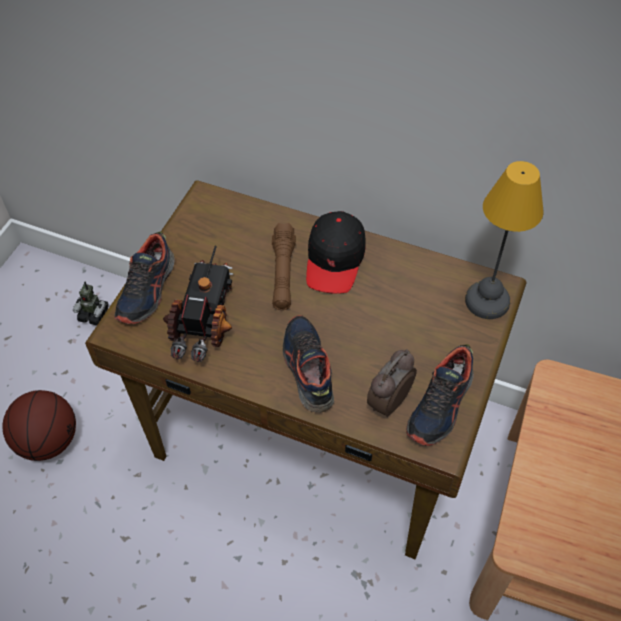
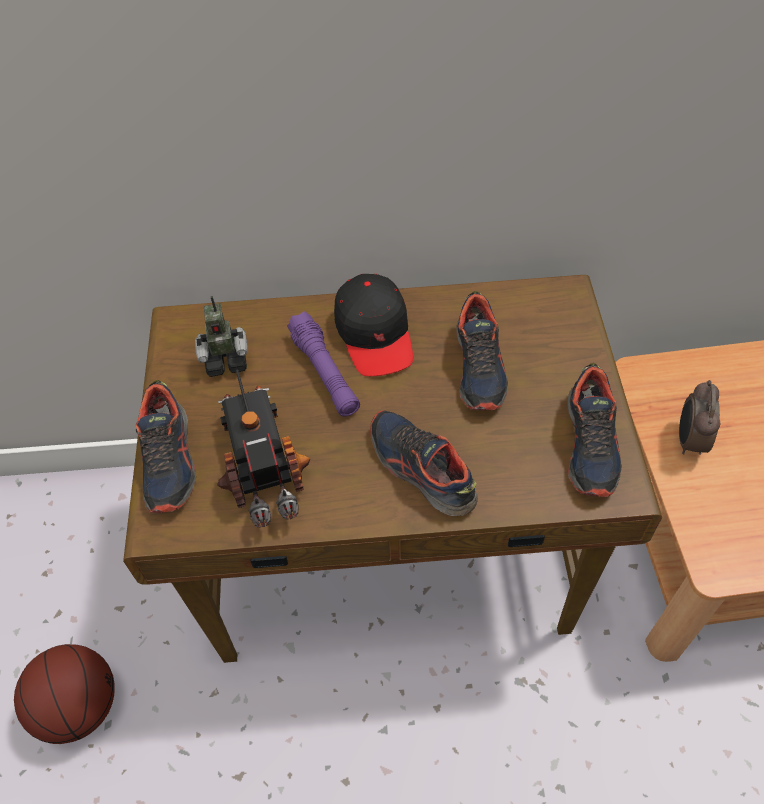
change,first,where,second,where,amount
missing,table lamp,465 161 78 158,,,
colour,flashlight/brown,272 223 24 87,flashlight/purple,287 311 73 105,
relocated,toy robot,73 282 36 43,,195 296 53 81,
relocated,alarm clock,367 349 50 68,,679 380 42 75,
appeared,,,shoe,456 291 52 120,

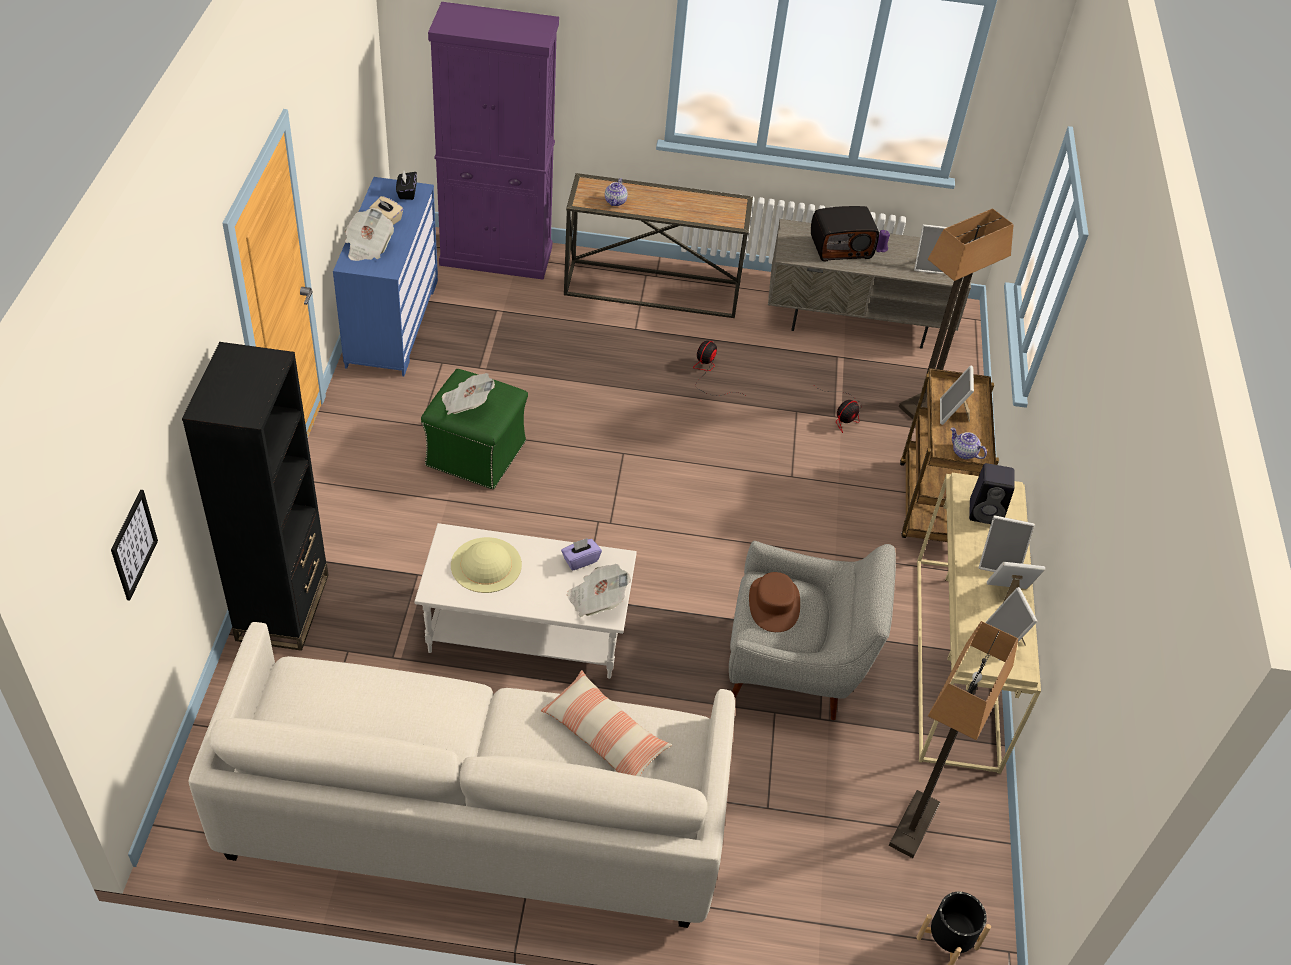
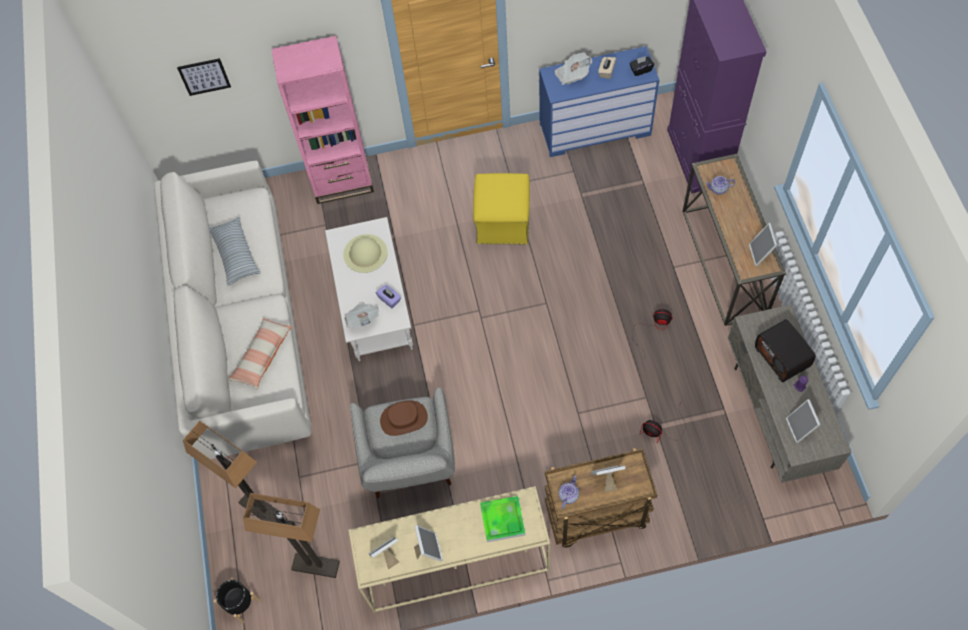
change,first,where,second,where,amount
relocated,floor lamp,899 208 114 211,,183 421 100 101,
colour,bookcase/black,182 342 147 309,bookcase/pink,271 36 103 168,
colour,ottoman/green,421 369 107 120,ottoman/yellow,473 173 57 71,
missing,newspaper,442 373 53 42,,,
exchanged,speaker/black,969 463 46 61,tray,480 496 46 46,
relocated,picture frame,979 515 56 57,,749 223 29 43,
appeared,,,pillow,209 217 52 68,

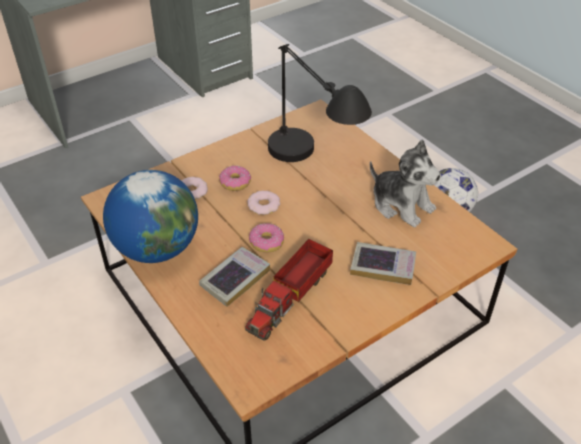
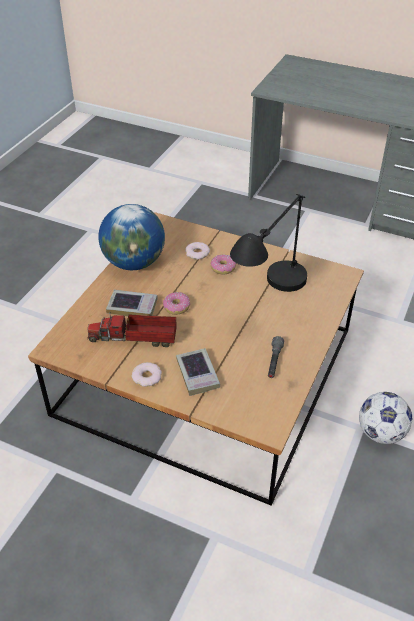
change,first,where,second,where,amount
exchanged,plush toy,370 140 71 87,flashlight/grey,268 336 16 42,
relocated,donut,247 191 34 24,,132 362 30 25,

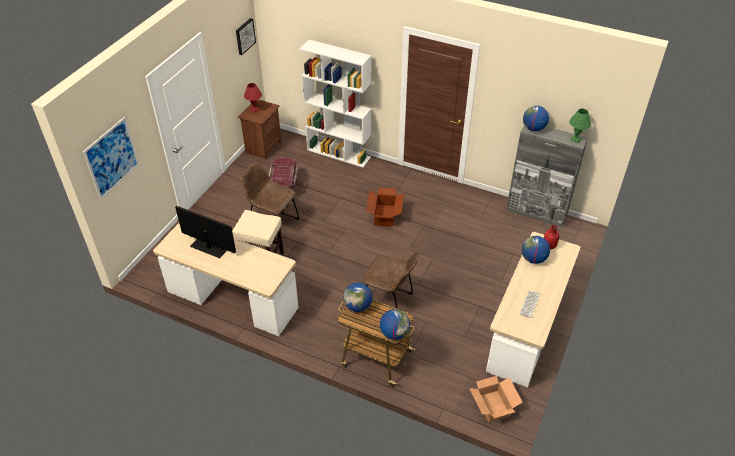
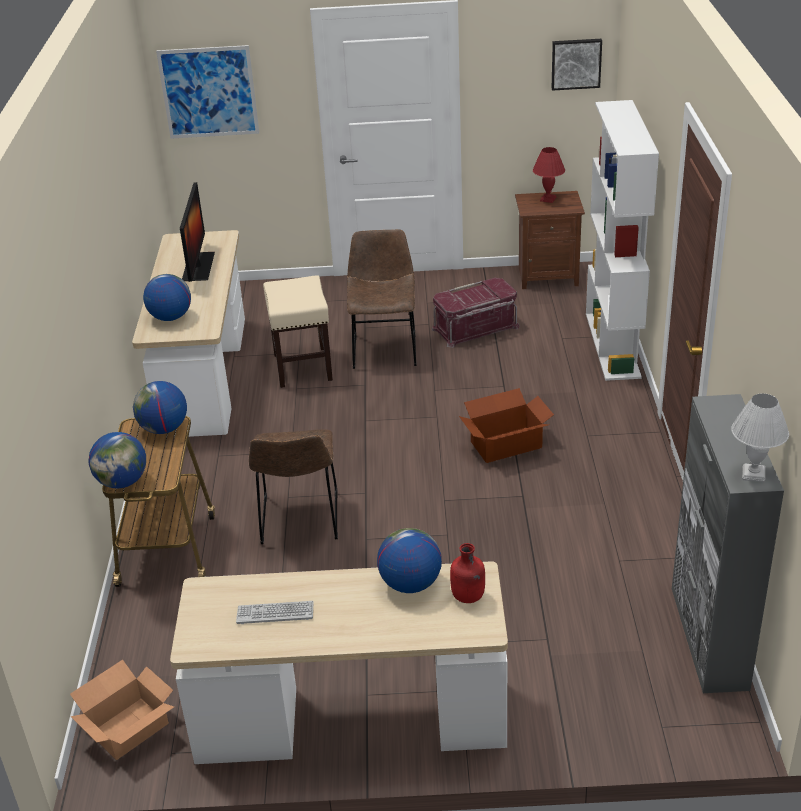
change,first,where,second,where,amount
relocated,globe,523 106 26 25,,143 274 48 47,
colour,table lamp/green,569 109 22 34,table lamp/white,731 393 58 89,

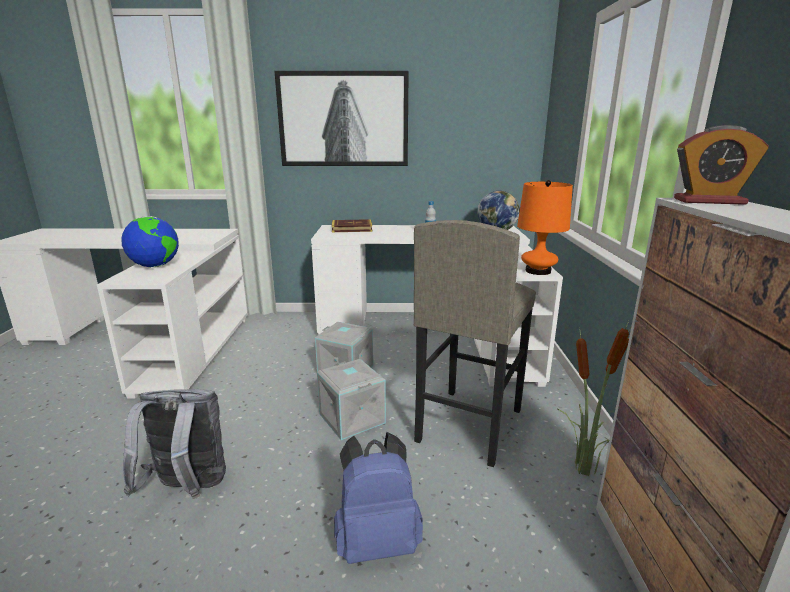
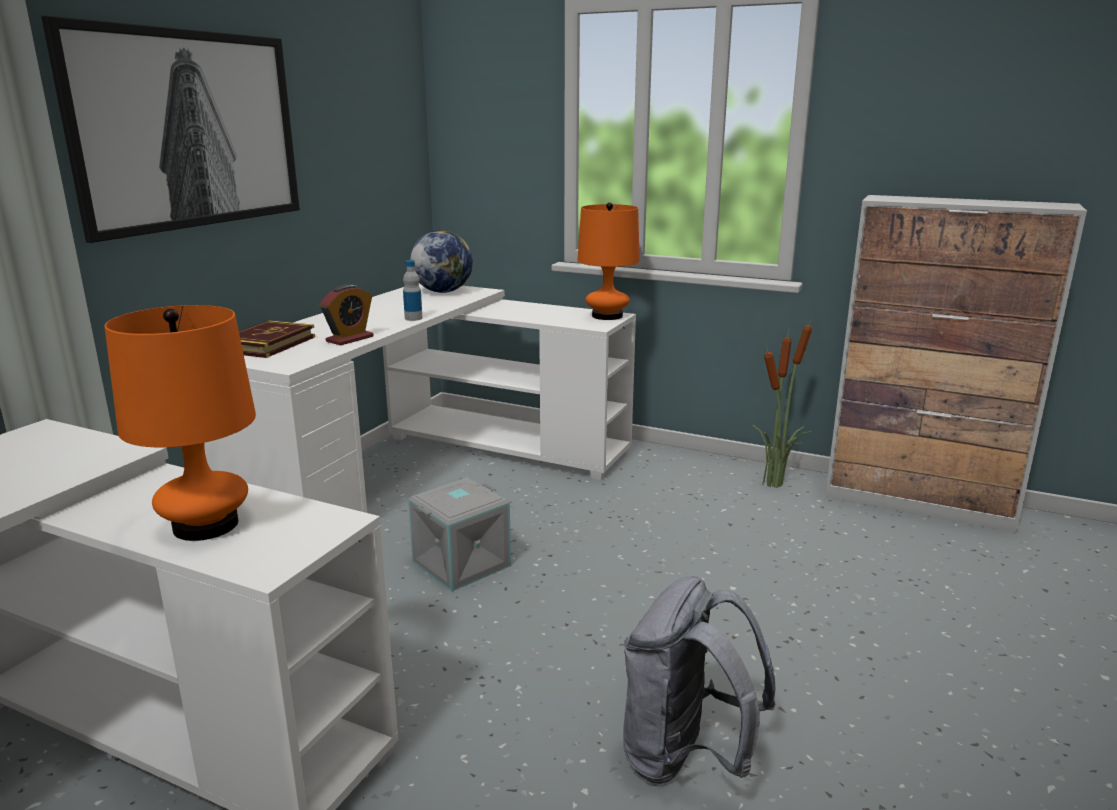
change,first,where,second,where,amount
relocated,alarm clock,674 125 95 80,,320 284 54 61,
exchanged,globe,122 216 57 51,table lamp/orange,104 305 152 236,
missing,stool/grey,414 220 122 247,,,
missing,storage box/grey,317 359 69 81,,,
missing,backpack/blue,334 432 89 132,,,

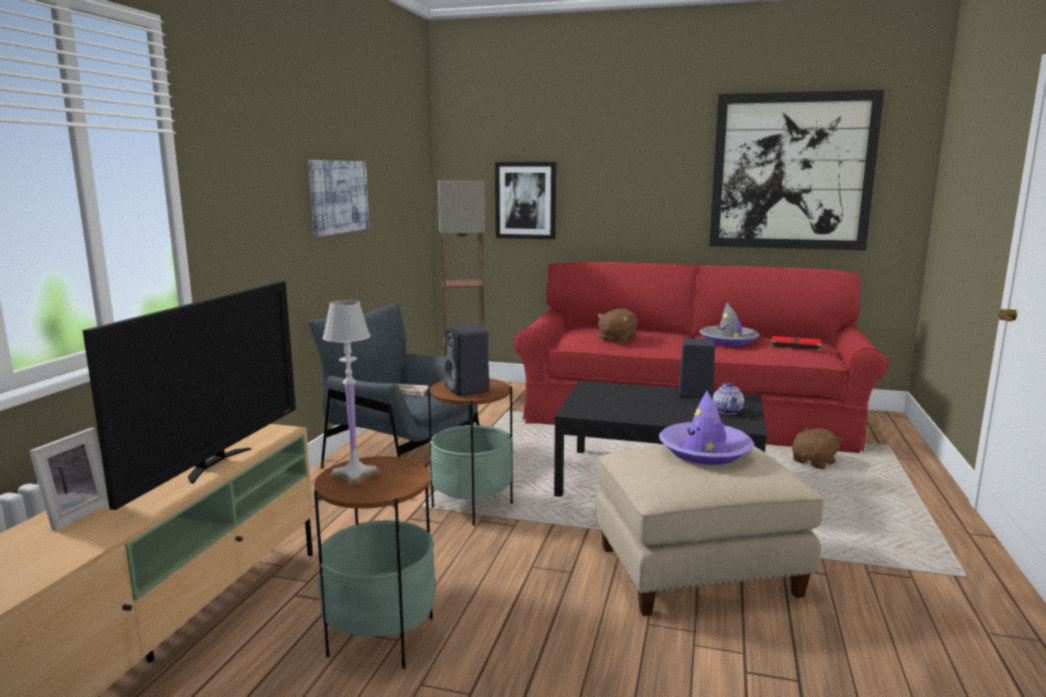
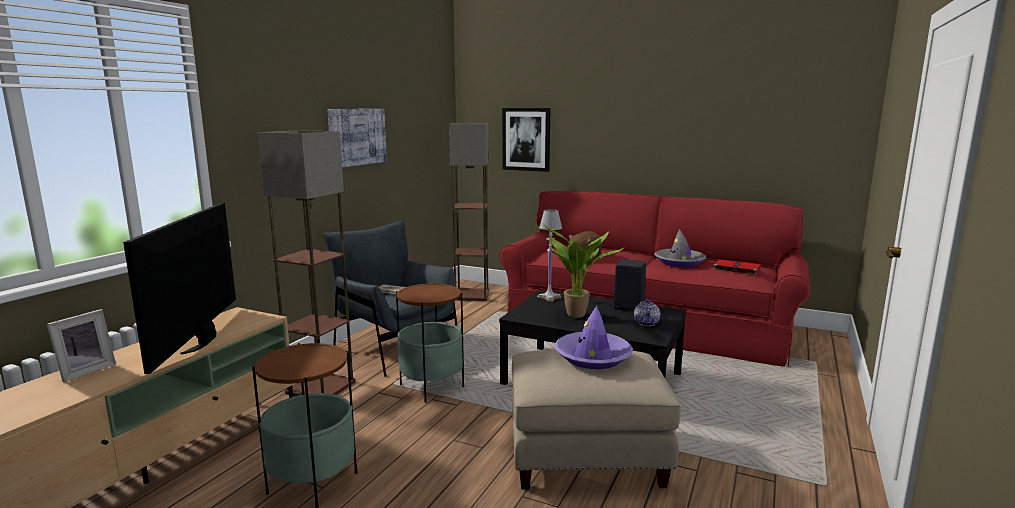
change,first,where,second,where,amount
missing,picture,709 90 175 160,,,
spun,television,83 281 213 229,,123 203 113 171,150 degrees clockwise
relocated,table lamp/white,323 300 56 186,,537 209 25 93,
missing,speaker/black,443 325 46 71,,,
missing,plush toy/brown,792 427 50 42,,,
appeared,,,floor lamp,258 130 97 266,
appeared,,,potted plant,543 224 80 94,

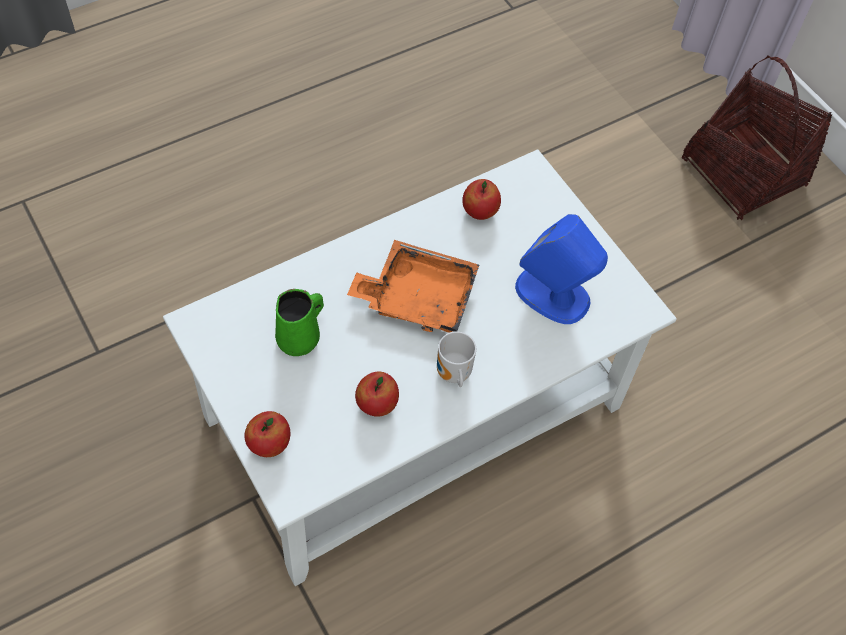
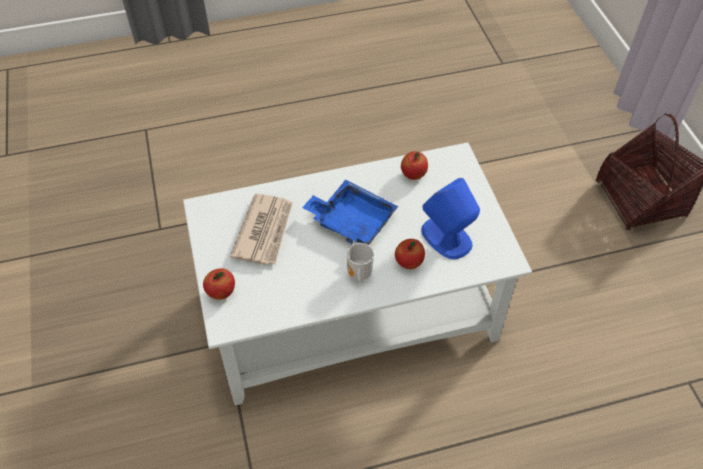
change,first,where,second,where,amount
colour,tray/orange,347 240 132 93,tray/blue,302 180 96 65,
exchanged,mug/green,275 289 49 68,newspaper,230 194 63 71,
relocated,apple,355 372 44 45,,395 239 30 30,

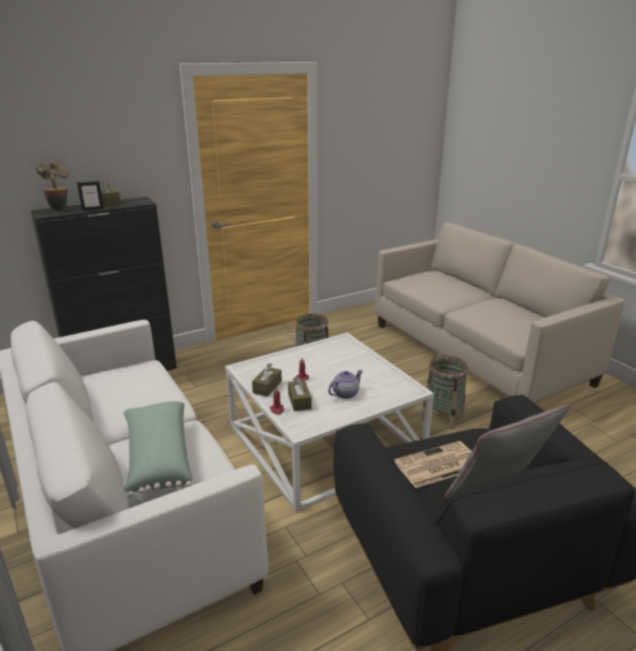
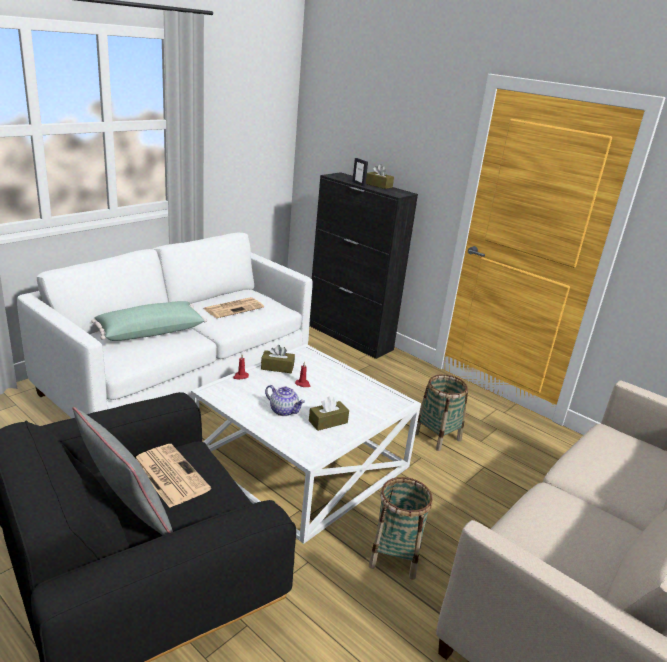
change,first,where,second,where,amount
missing,potted plant,35 161 34 51,,,
relocated,tissue box/brown,288 377 24 34,,309 396 40 35,
appeared,,,newspaper,203 297 61 21,

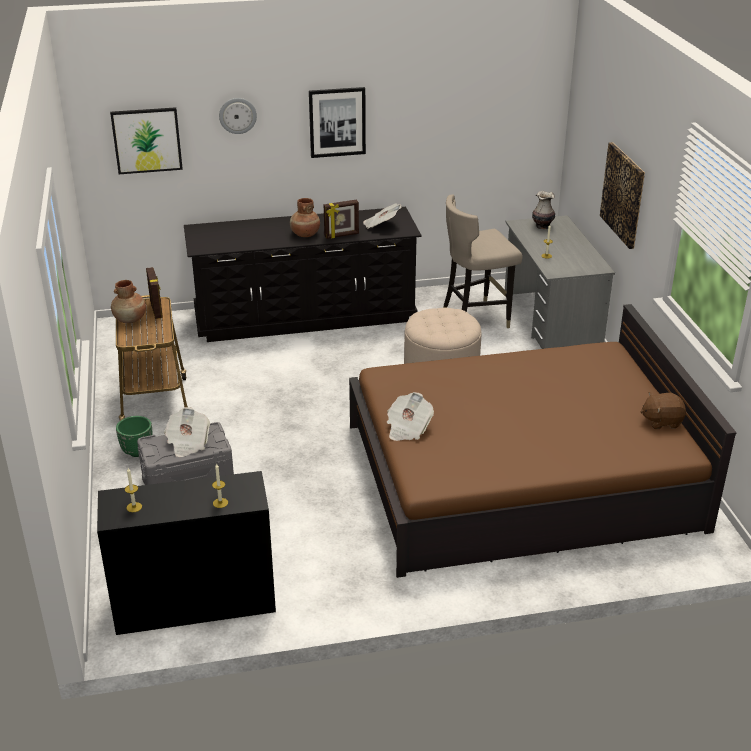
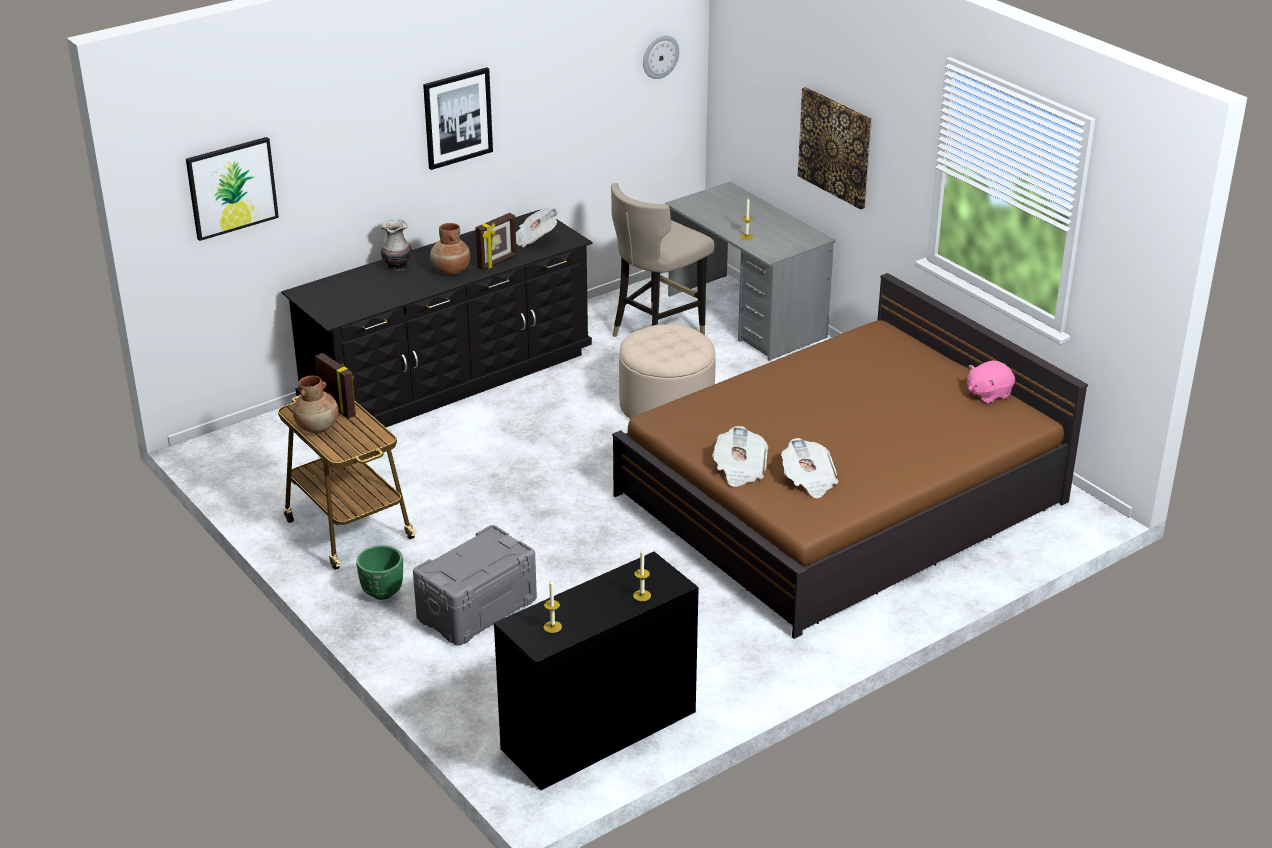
change,first,where,second,where,amount
relocated,wall clock,219 98 38 36,,643 35 36 44,
relocated,vase,532 191 23 38,,381 220 31 51,
colour,plush toy/brown,640 392 46 37,plush toy/pink,967 360 48 44,
relocated,newspaper,164 407 46 50,,781 438 58 60,

